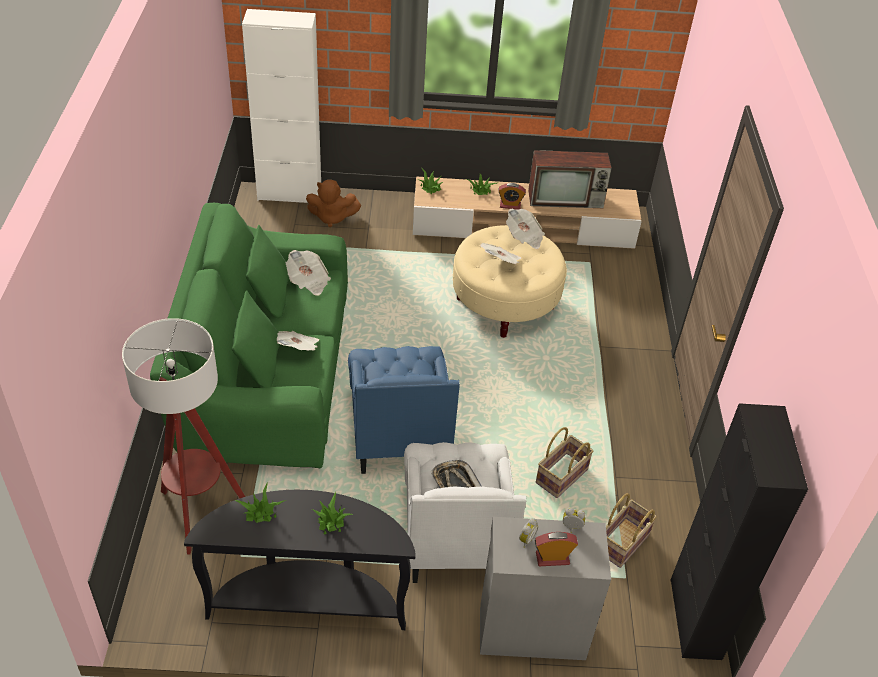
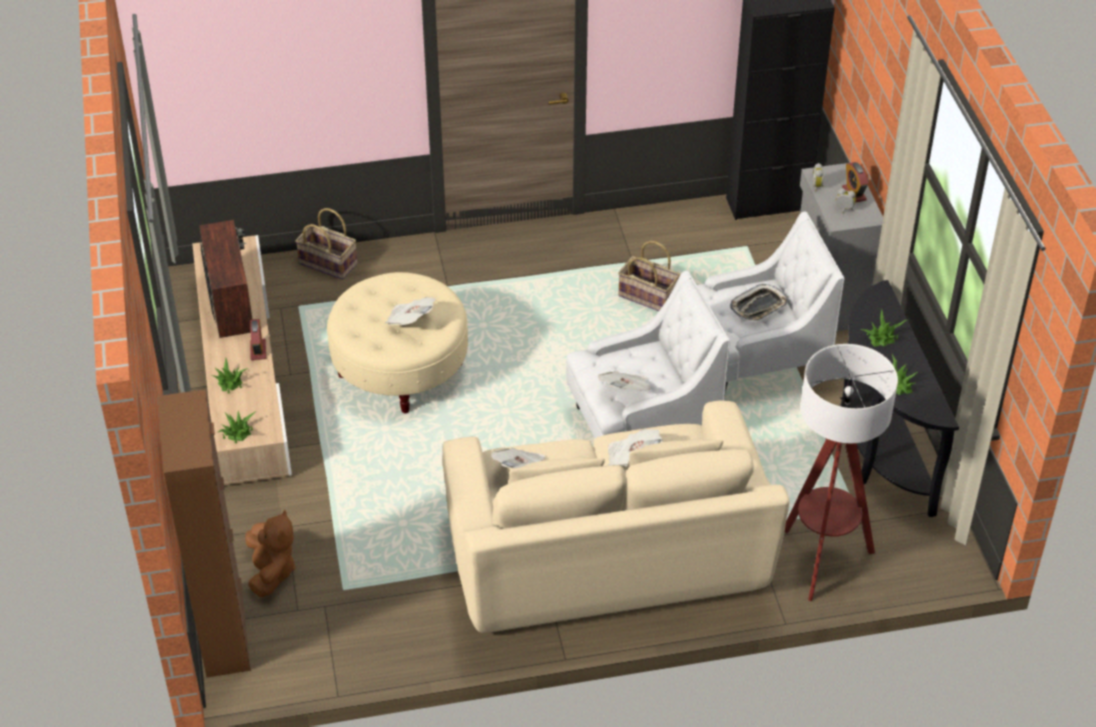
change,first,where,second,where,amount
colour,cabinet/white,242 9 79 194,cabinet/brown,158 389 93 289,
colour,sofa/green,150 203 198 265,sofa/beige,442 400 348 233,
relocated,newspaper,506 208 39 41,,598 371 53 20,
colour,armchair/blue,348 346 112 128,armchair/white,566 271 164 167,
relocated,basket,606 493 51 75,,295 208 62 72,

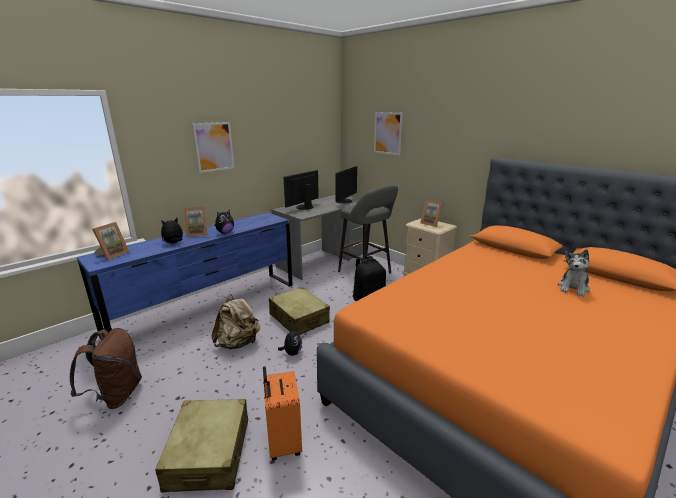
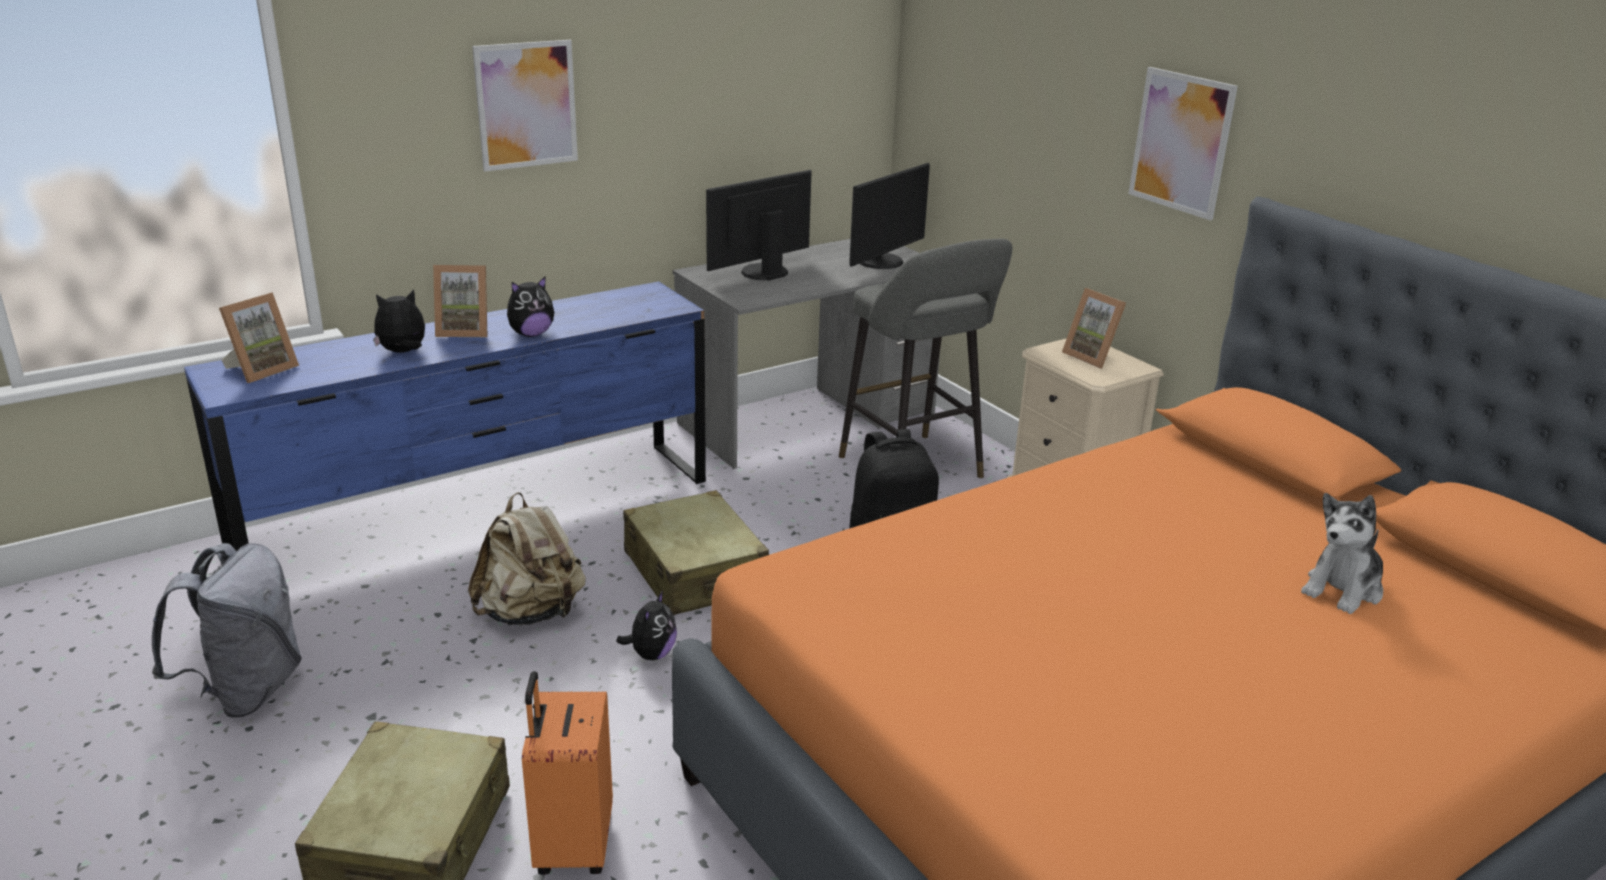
change,first,where,second,where,amount
relocated,picture,374 112 29 43,,1129 67 109 153,
colour,backpack/brown,70 328 72 81,backpack/grey,152 543 150 175,

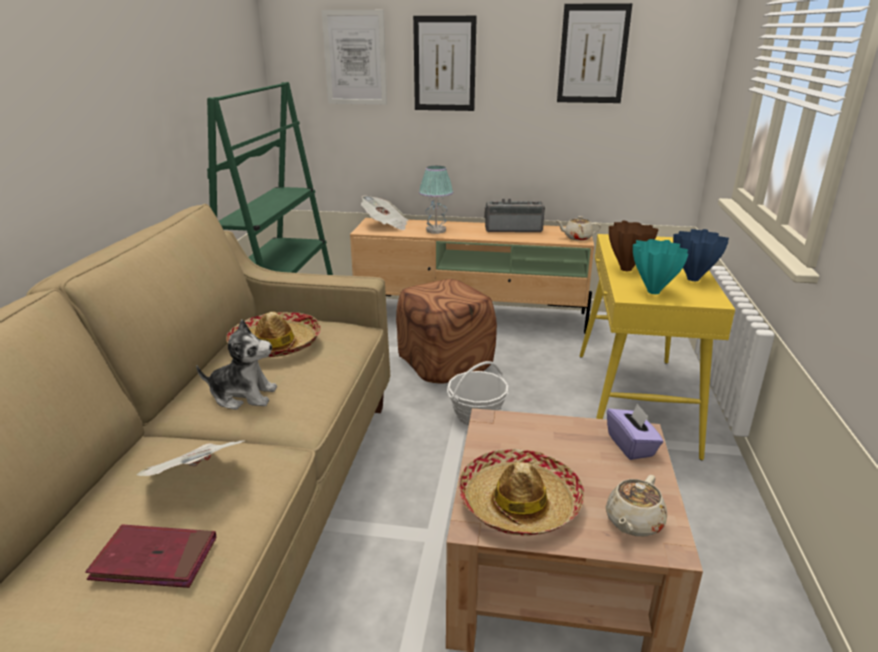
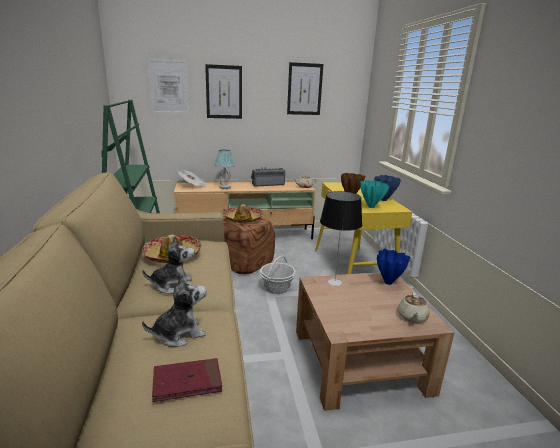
change,first,where,second,where,amount
exchanged,tissue box/purple,607 403 56 57,vase/blue,377 248 33 37,
exchanged,newspaper,136 440 109 36,plush toy,142 274 65 73,
relocated,hat,458 449 126 87,,223 204 40 19,
appeared,,,table lamp,320 191 42 95,

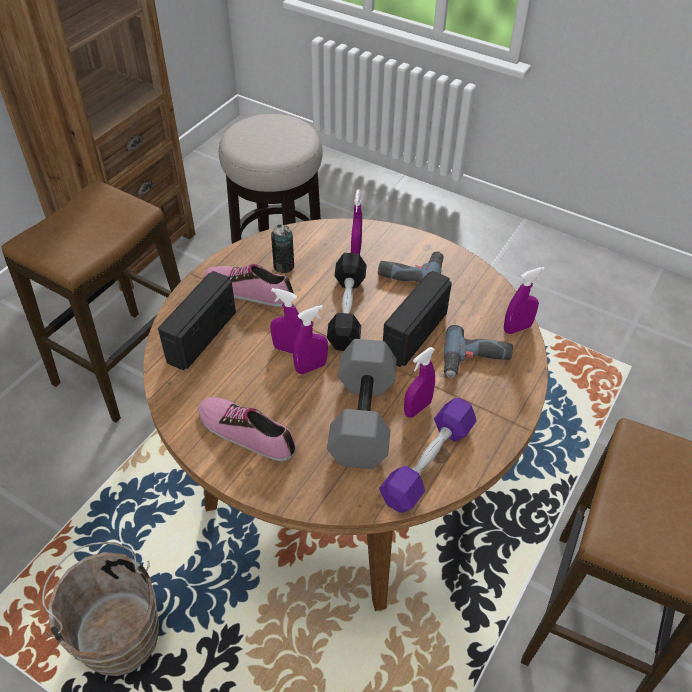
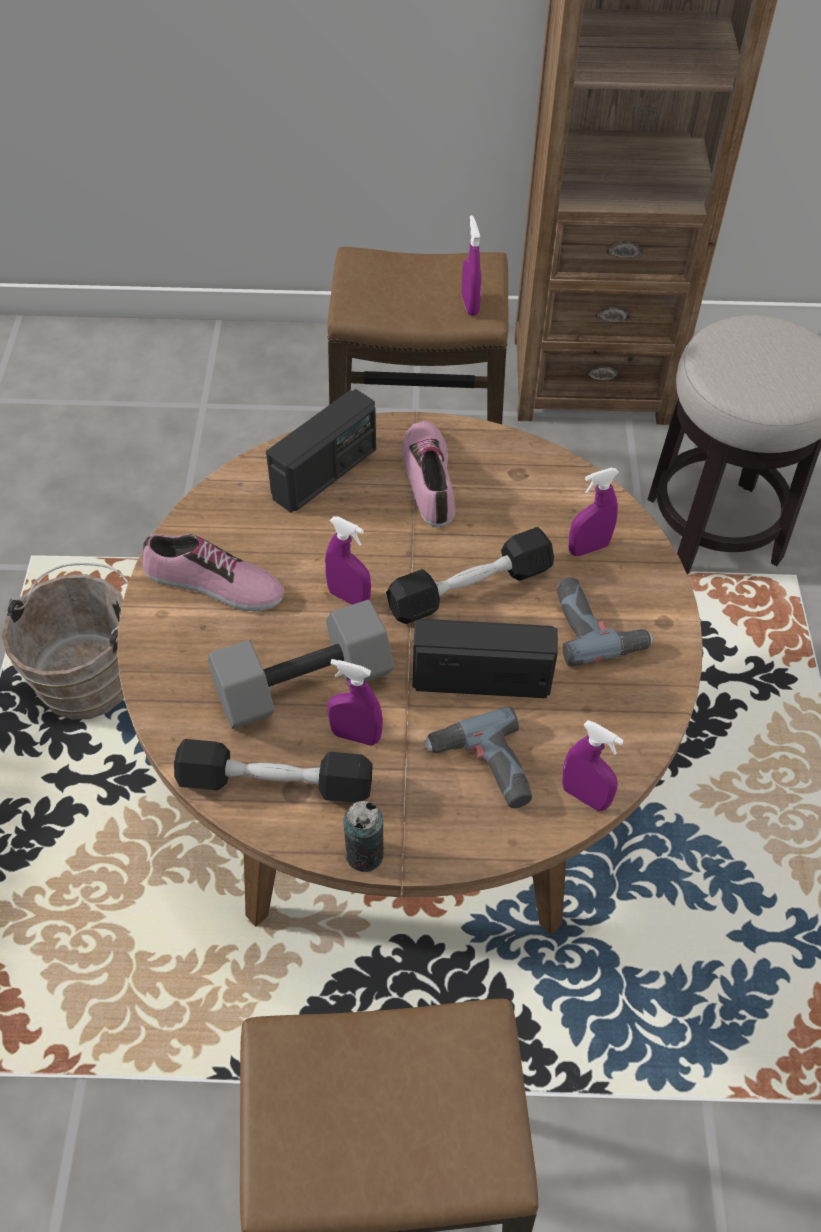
change,first,where,second,where,amount
relocated,can,271 224 23 49,,343 801 41 71,
spun,radio,158 271 78 99,,266 389 110 124,135 degrees clockwise
relocated,spray bottle/purple,270 288 33 66,,462 215 19 101,
spun,shoe,198 397 97 64,,143 534 141 77,105 degrees clockwise
colour,dumbbell/purple,379 398 98 115,dumbbell/black,174 739 199 64,

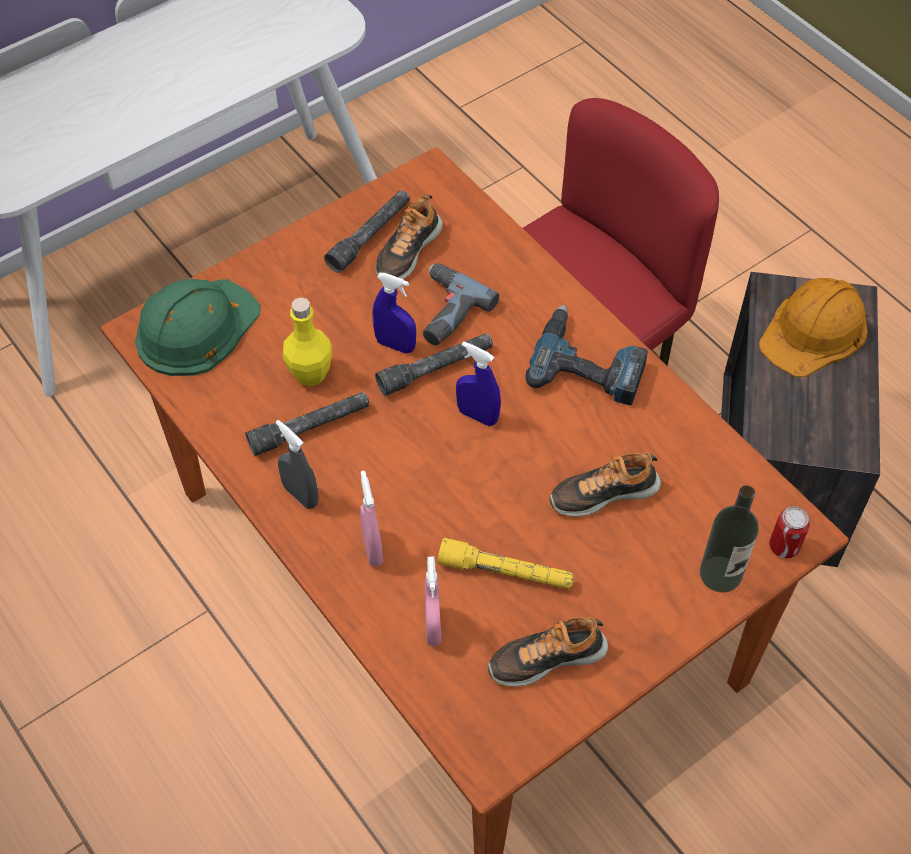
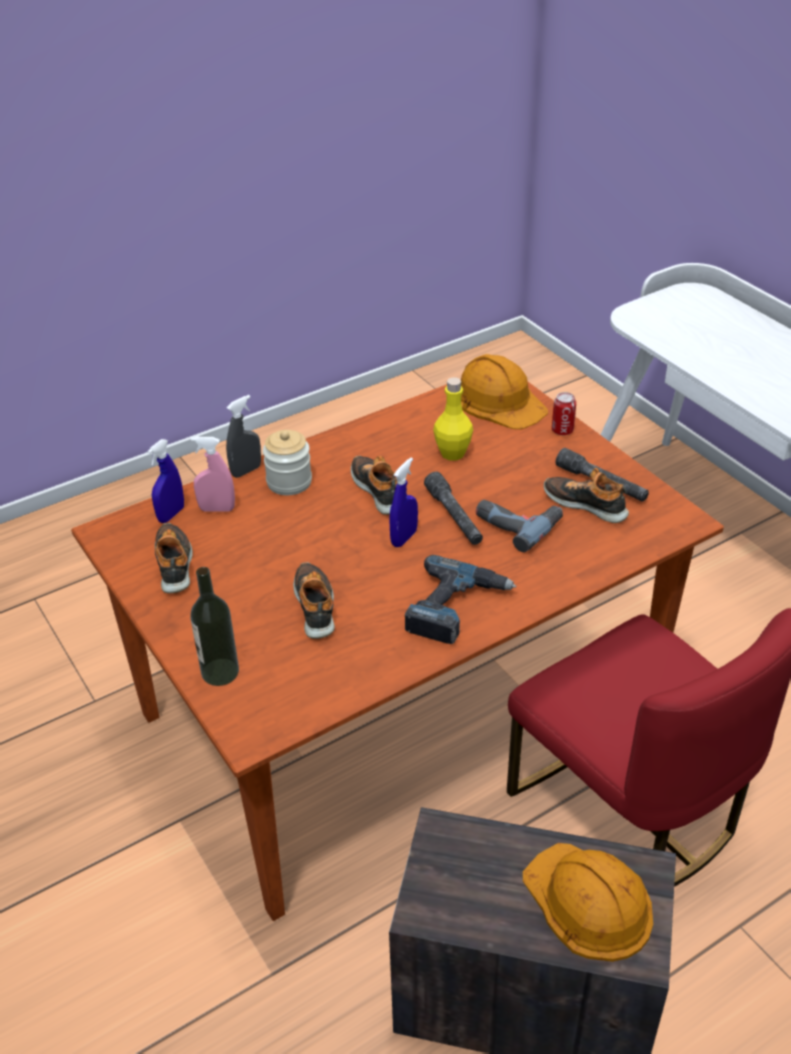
change,first,where,second,where,amount
relocated,spray bottle/blue,373 273 43 81,,147 439 37 84,
colour,hard hat/green,135 279 126 97,hard hat/orange,461 354 87 75,
missing,flashlight/grey,245 392 124 64,,,
relocated,spray bottle/grey,275 420 44 89,,226 395 35 83,
exchanged,spray bottle/pink,360 471 23 95,jar,263 430 49 65,
relocated,can,769 506 41 52,,552 392 24 43,
missing,flashlight/yellow,438 538 136 51,,,
appeared,,,shoe,351 456 46 59,

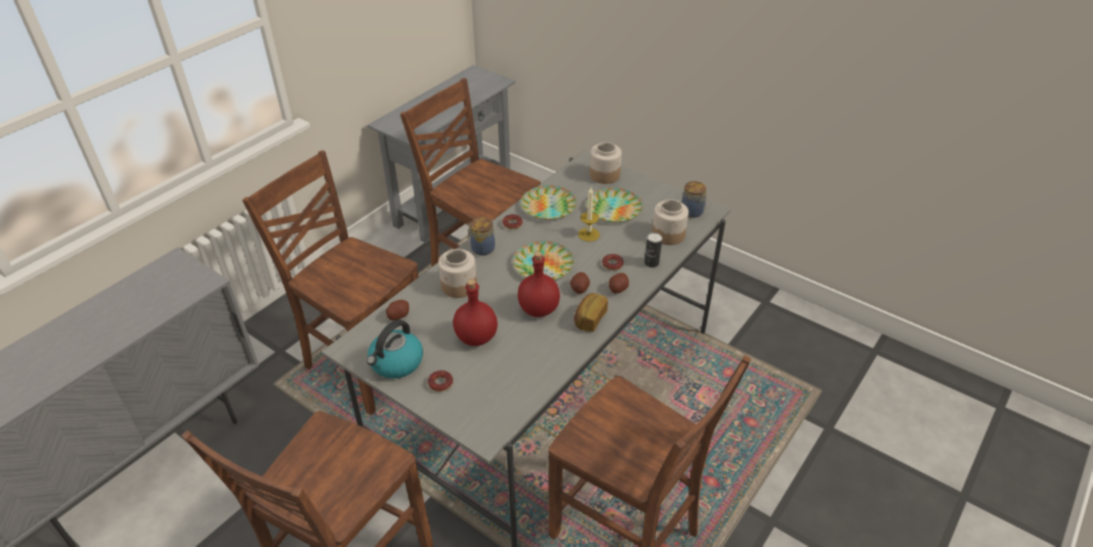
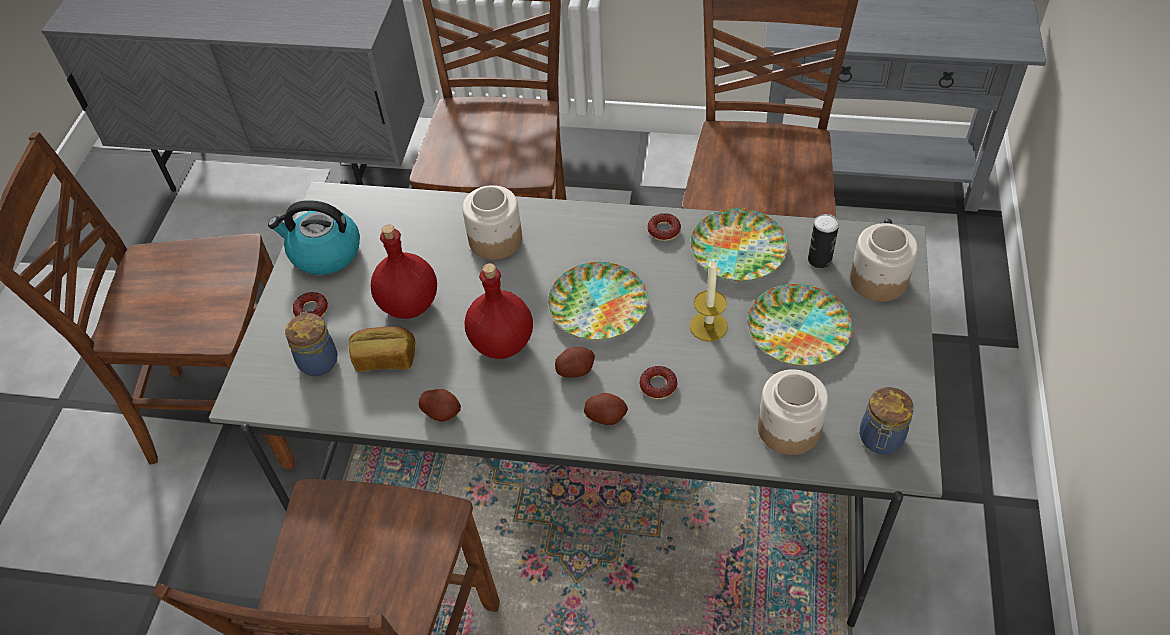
change,first,where,second,where,amount
relocated,jar,468 217 27 39,,285 312 53 64,
relocated,can,644 233 18 35,,808 214 31 54,
relocated,bread,574 293 34 39,,349 327 66 45,
relocated,potato,386 300 23 20,,418 389 43 33,

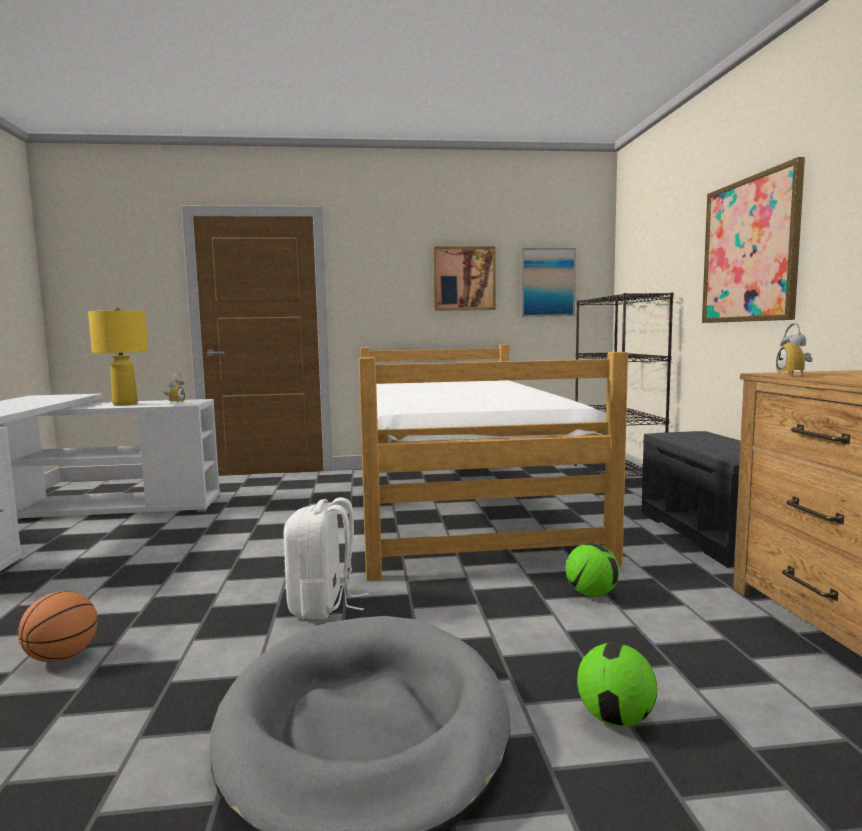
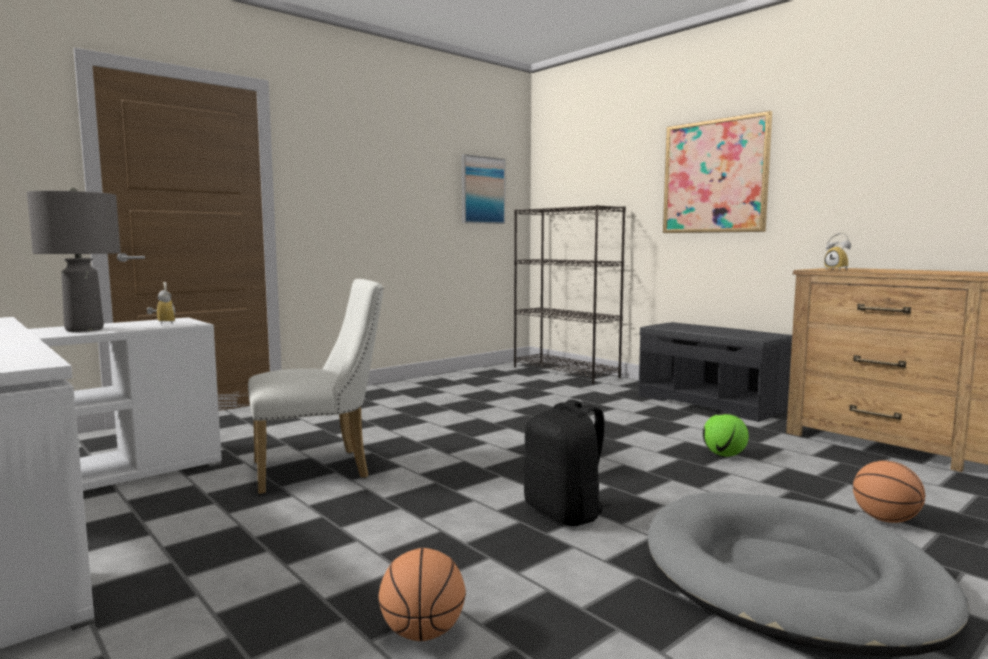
change,first,where,second,where,amount
missing,picture,433 246 63 65,,,
colour,table lamp/yellow,88 307 60 99,table lamp/grey,27 188 94 144,
missing,bed,359 344 269 237,,,
colour,backpack/white,283 497 86 122,backpack/black,523 399 88 127,
exchanged,football,577 643 80 84,basketball,853 460 72 63,
appeared,,,chair/white,248 279 135 215,

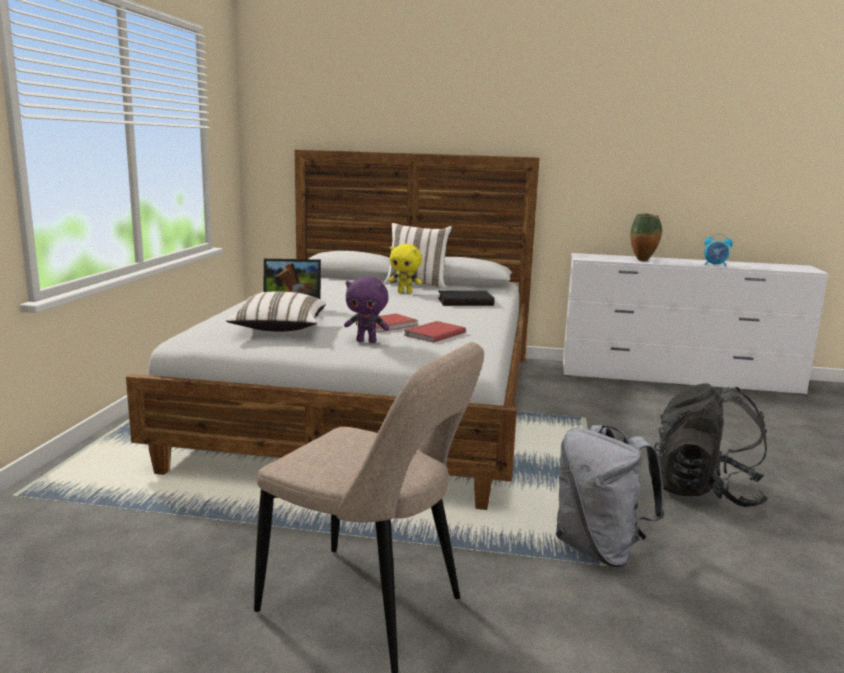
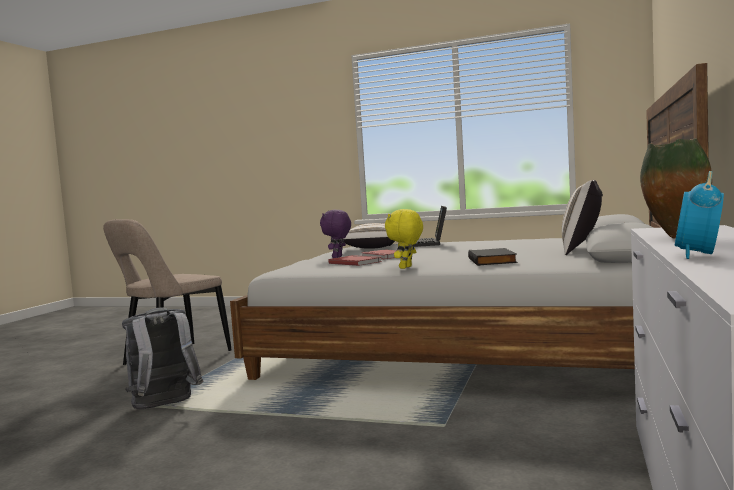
change,first,where,second,where,amount
relocated,plush toy/yellow,389 244 33 50,,385 209 38 60,
missing,backpack/black,654 384 114 123,,,

